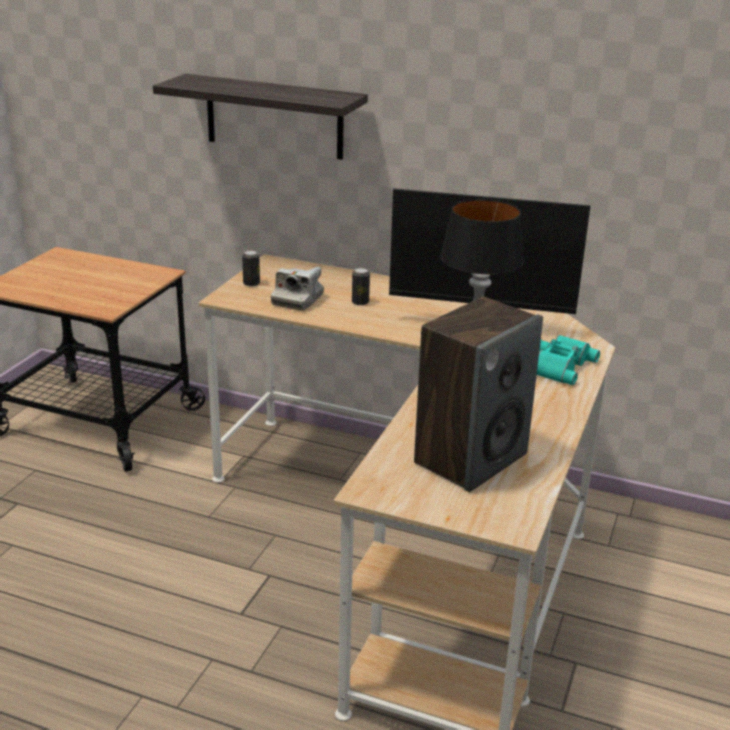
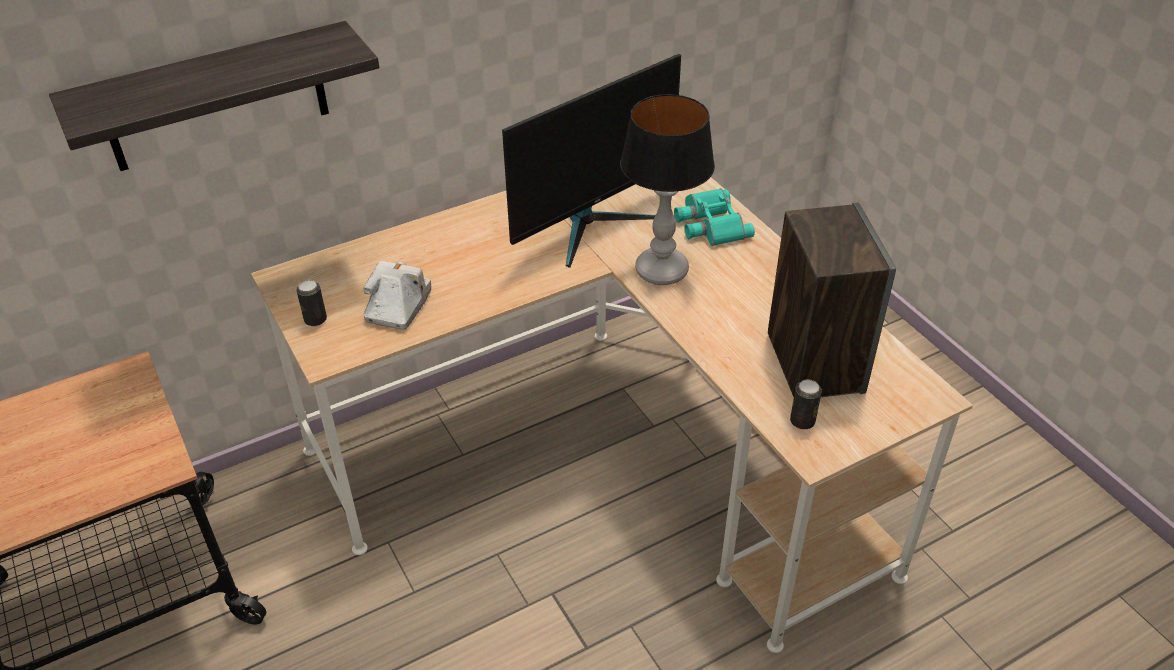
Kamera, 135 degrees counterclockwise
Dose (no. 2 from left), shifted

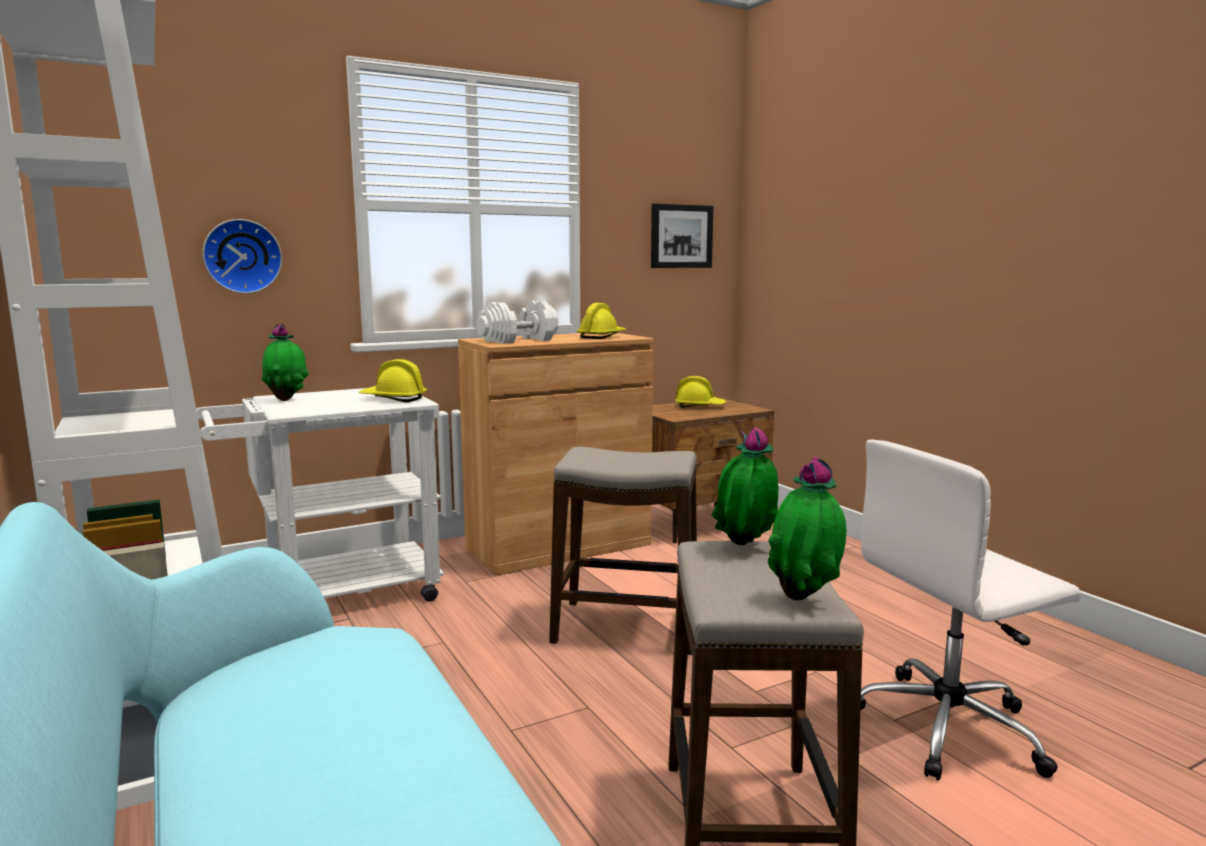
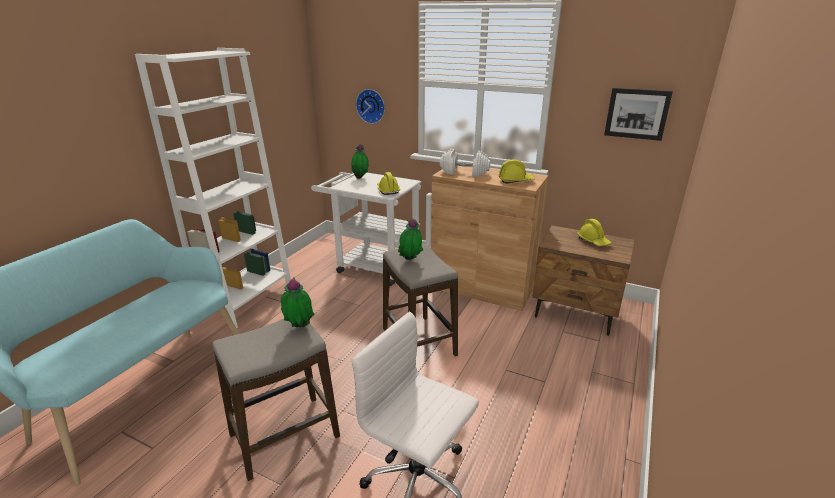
Topfpflanze (no. 3 from left), shifted

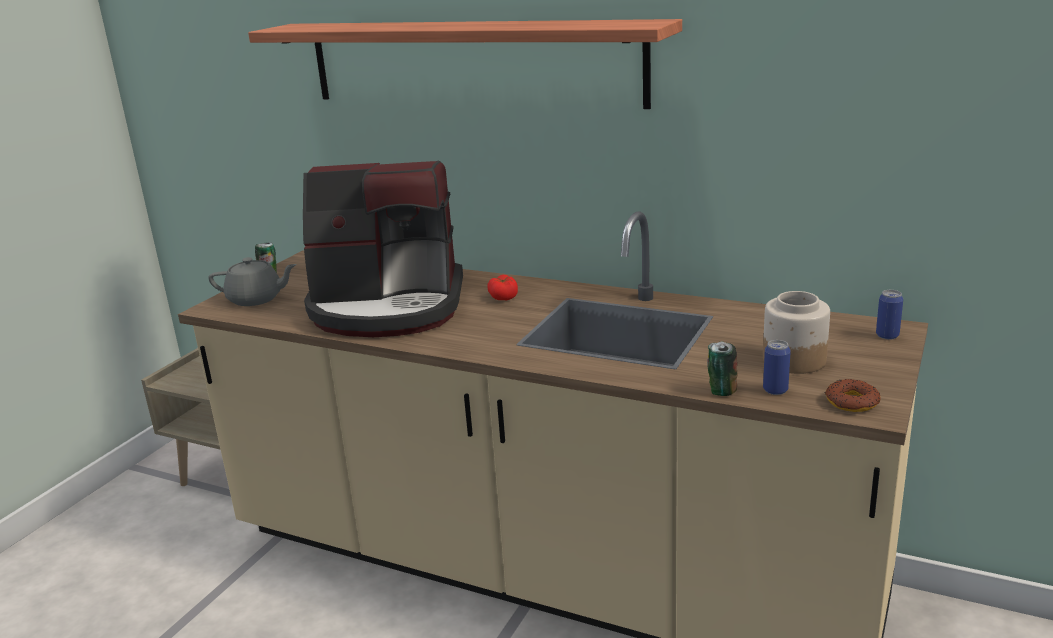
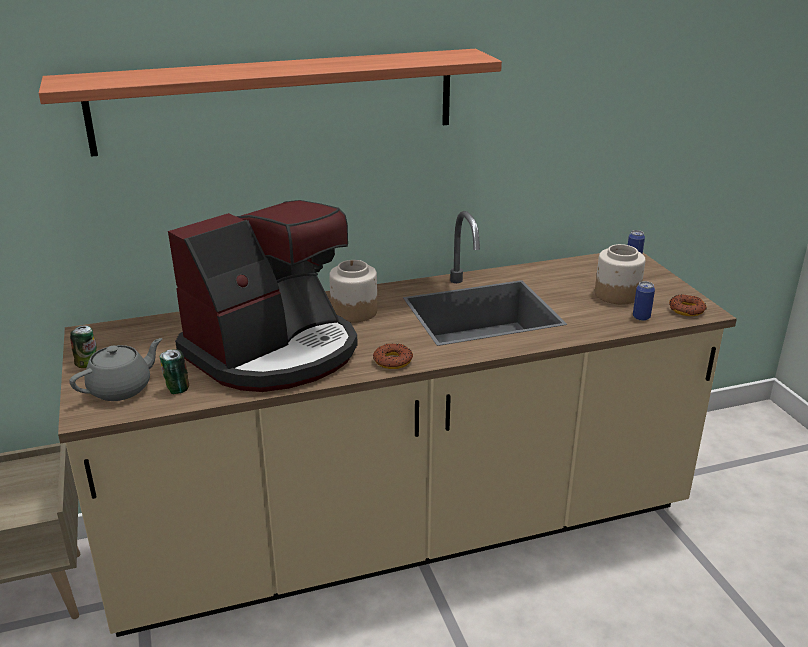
Dose (no. 2 from left), shifted
Tomate -> Vorratsglas (no. 1 from left)
none -> Donut (no. 1 from left)

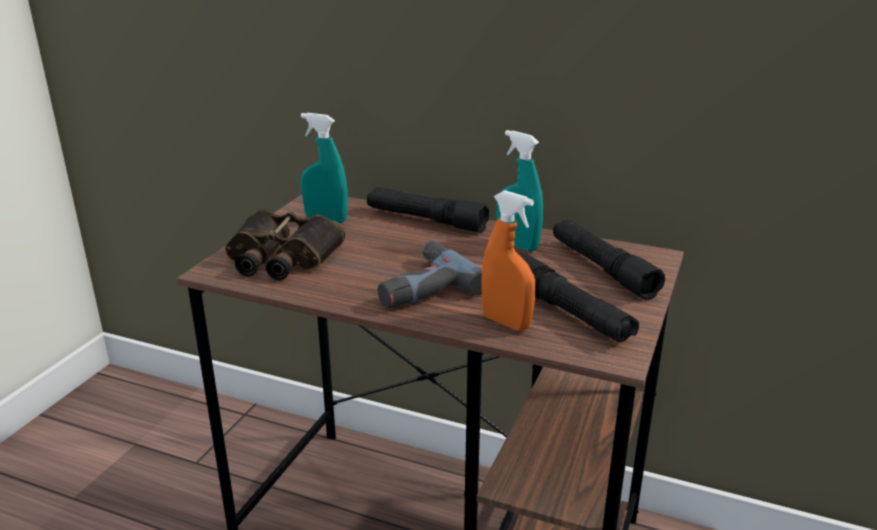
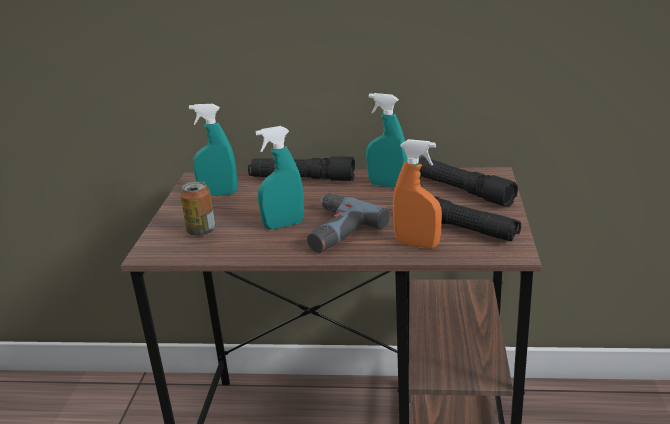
Fernglas -> Dose
none -> Sprühflasche/türkis (no. 2 from left)

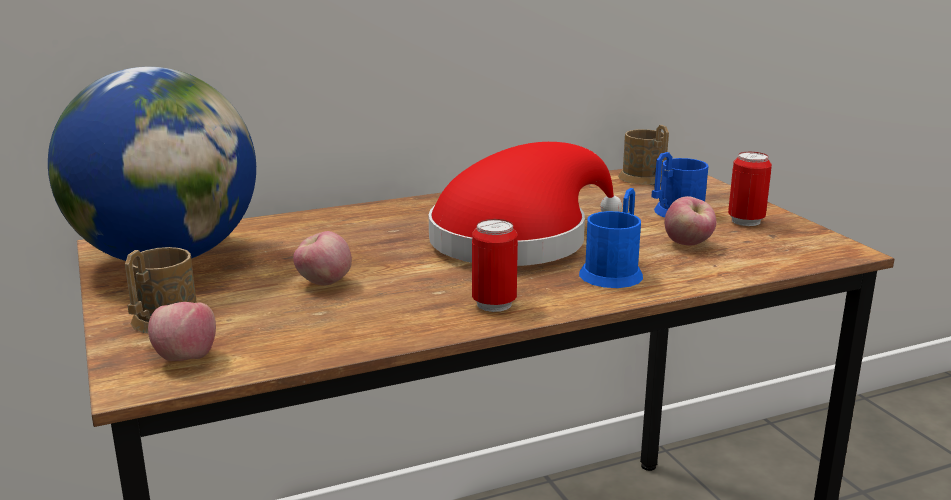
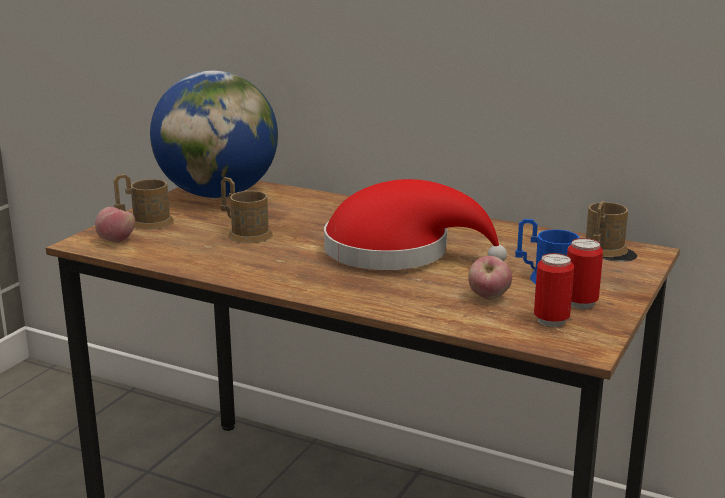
Apfel (no. 2 from left) -> Henkelbecher/braun (no. 2 from left)
Dose (no. 1 from left), shifted
Henkelbecher/blau (no. 1 from left) -> none

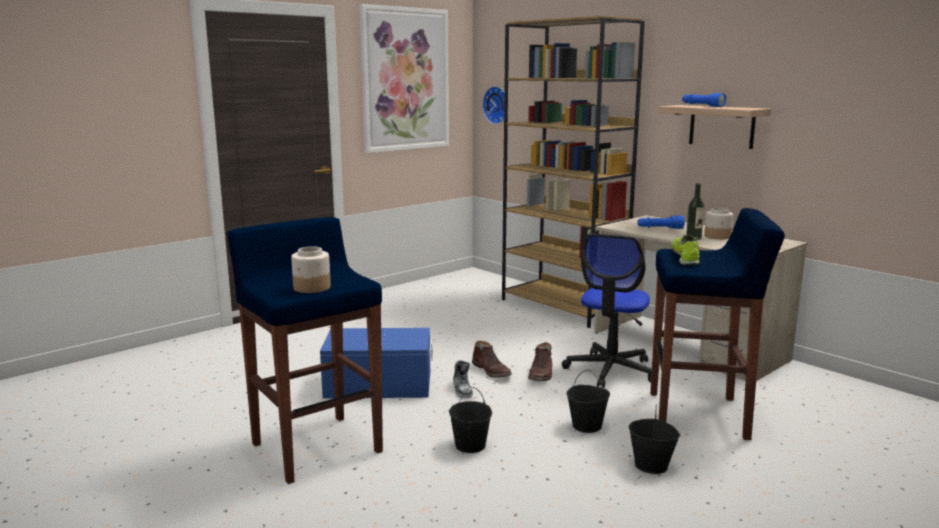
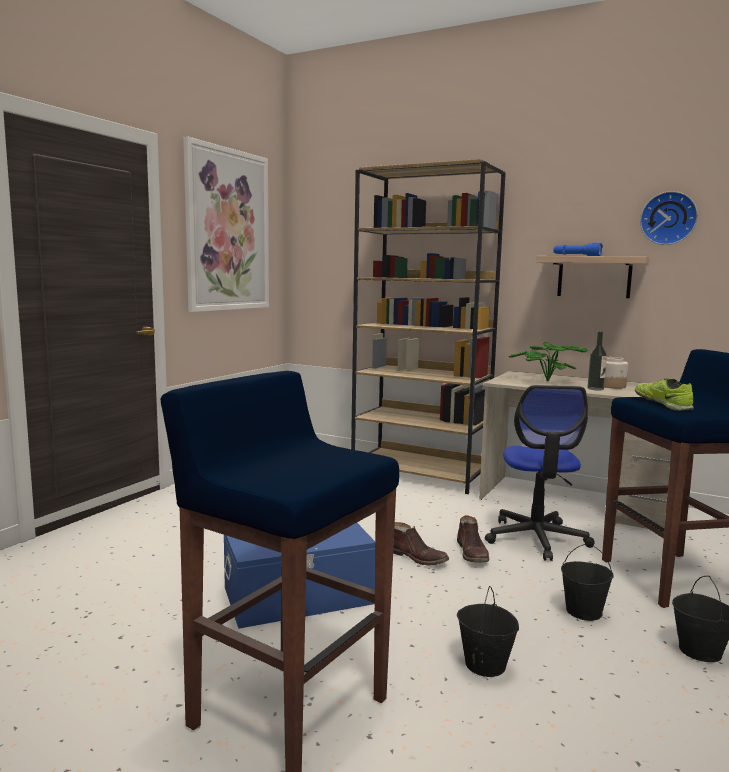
Taschenlampe/blau (no. 1 from left) -> Topfpflanze
Wanduhr, shifted
Vorratsglas (no. 1 from left) -> none
Schuh (no. 1 from left) -> none

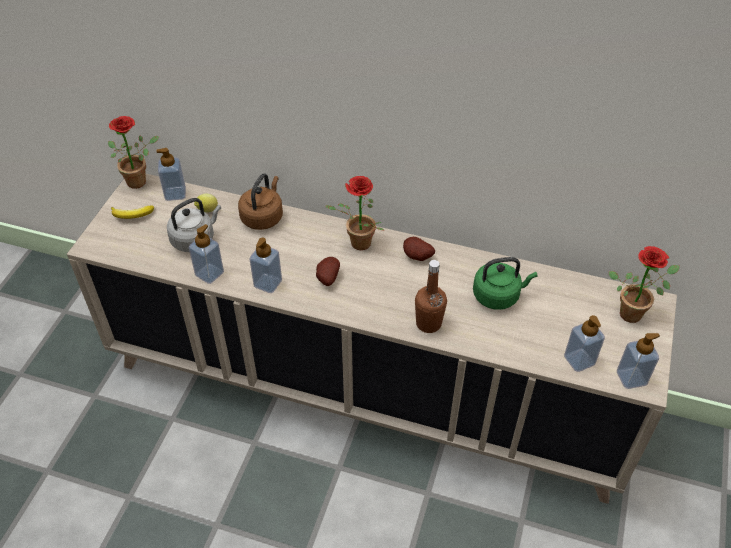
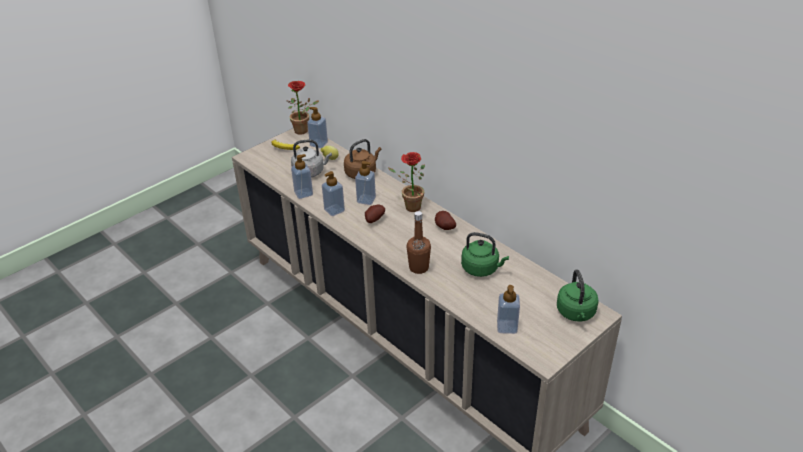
Seifenspender (no. 5 from left in the first image) -> Seifenspender (no. 4 from left), shifted
Topfpflanze (no. 3 from left) -> Wasserkessel/grün (no. 2 from left)

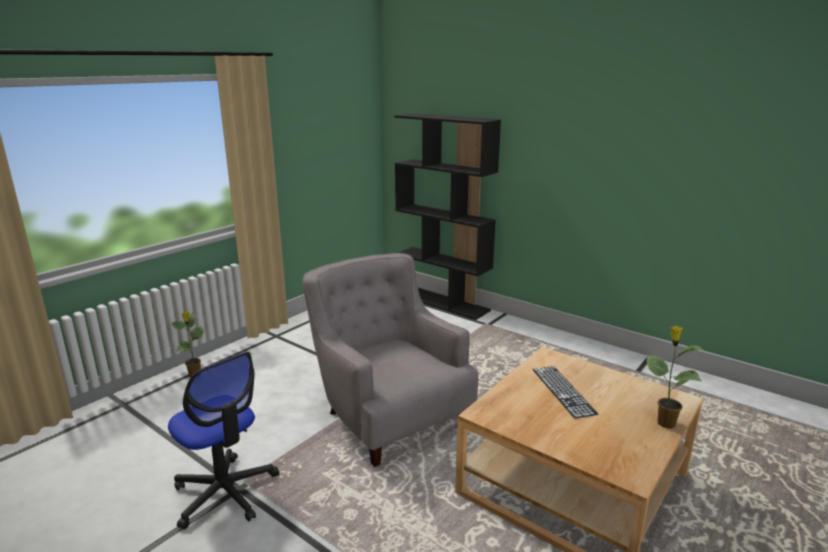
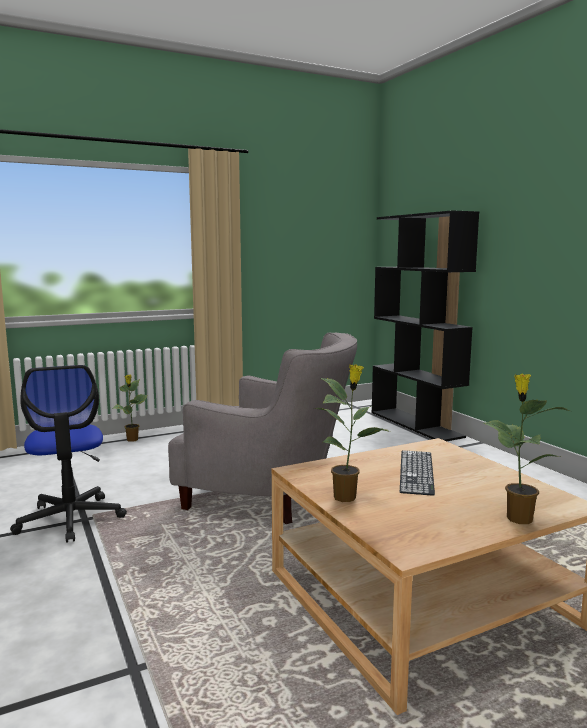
Sessel/grau, 120 degrees clockwise
none -> Topfpflanze (no. 2 from left)

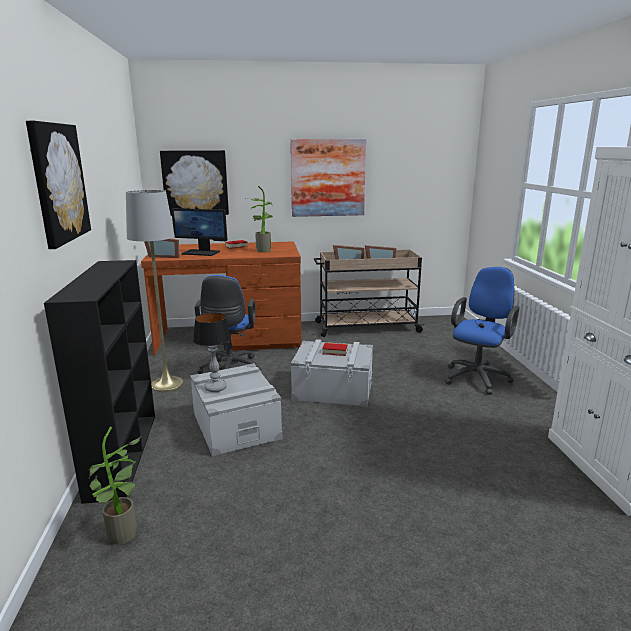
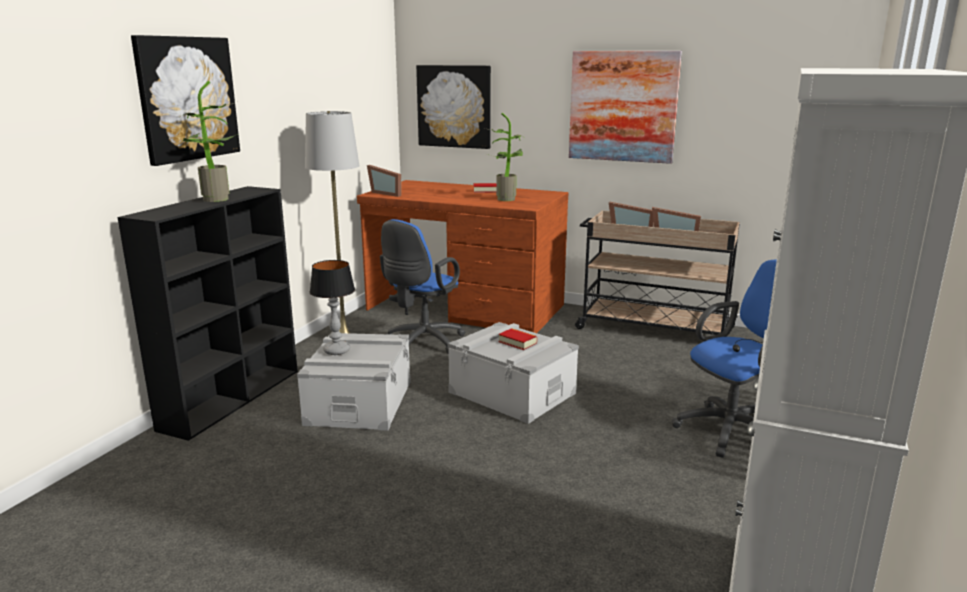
Topfpflanze (no. 1 from left), shifted
Monitor -> none

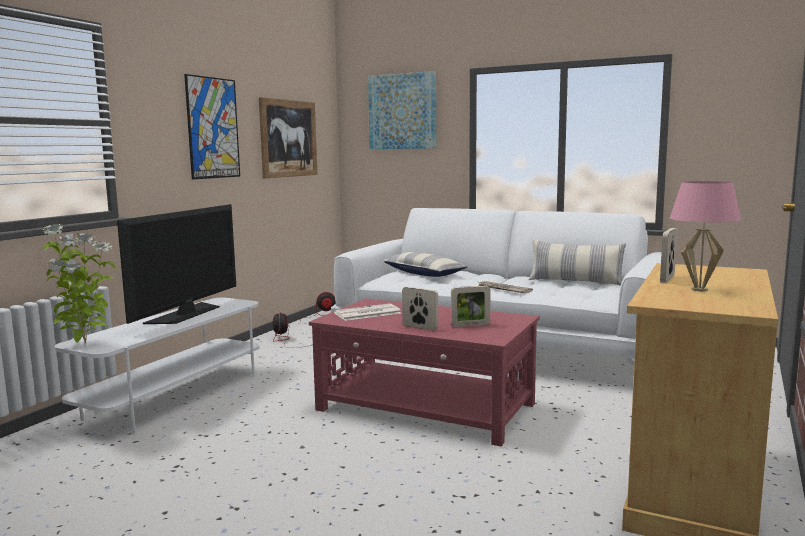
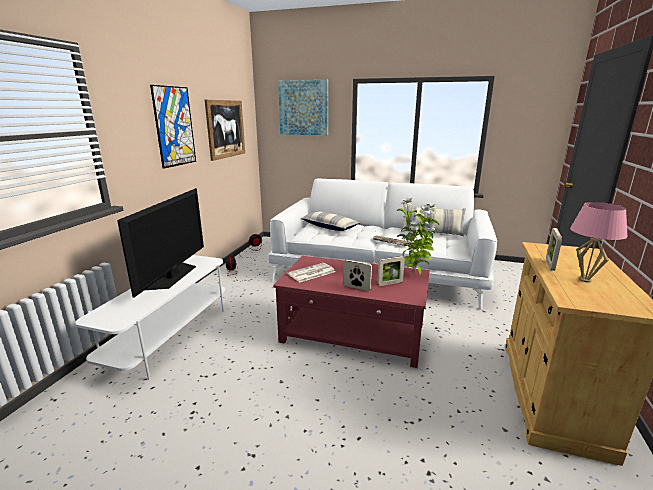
Topfpflanze, shifted

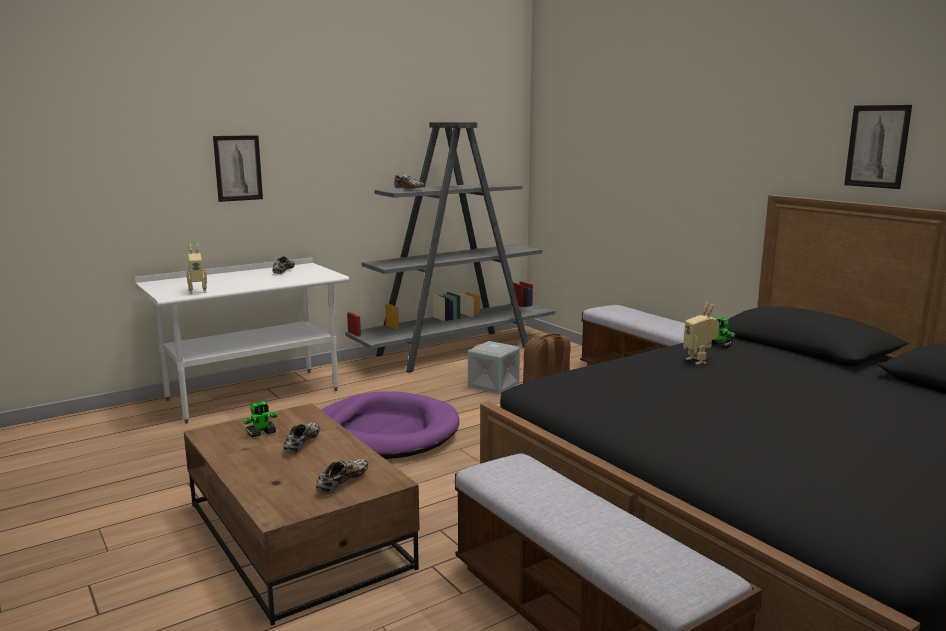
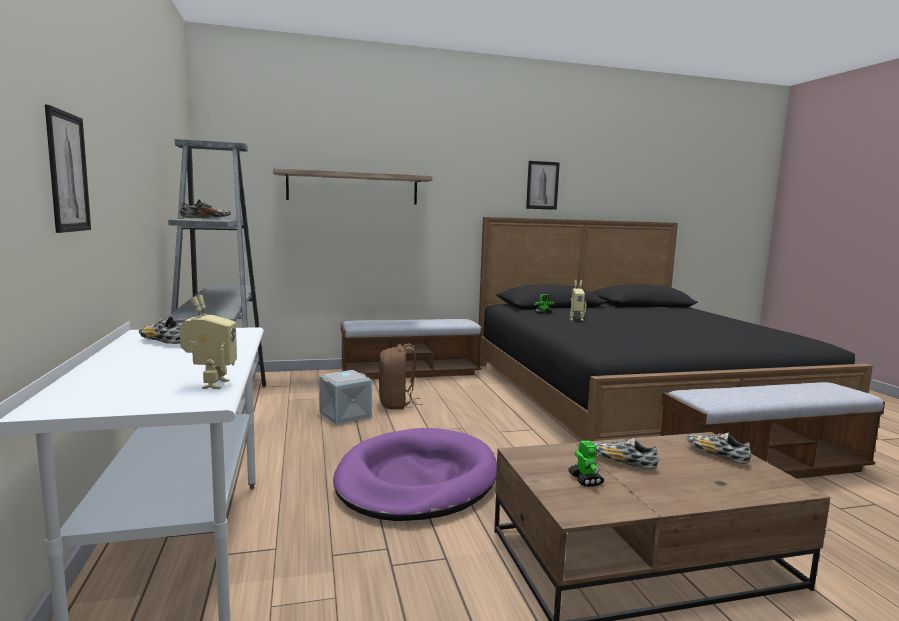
none -> Wandregal

